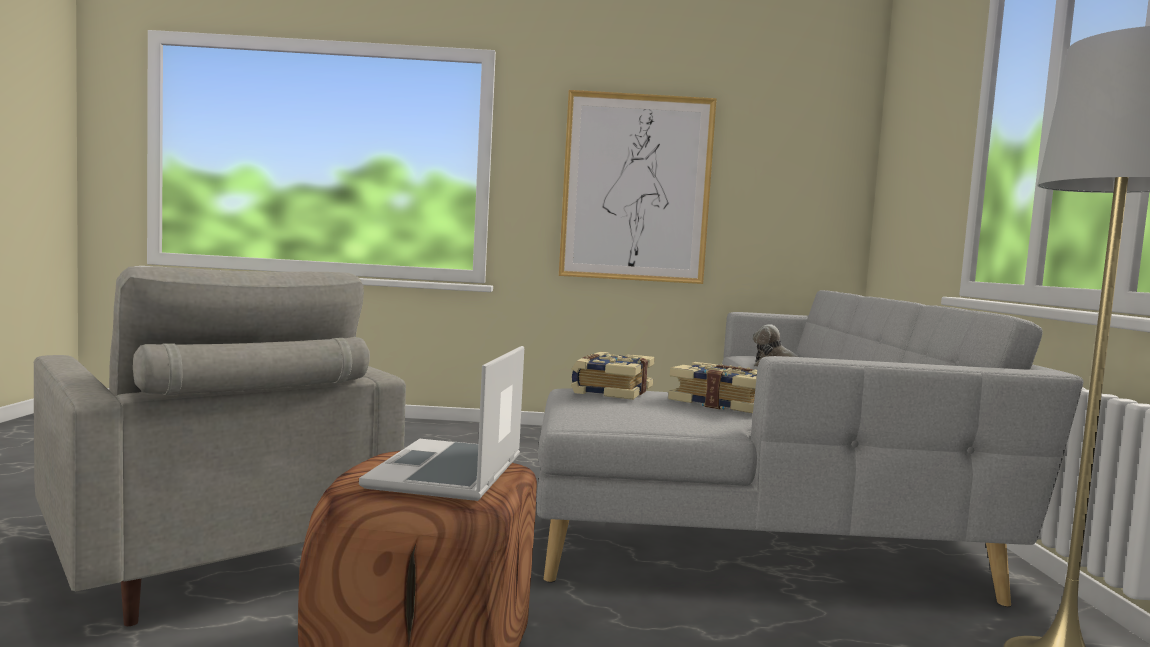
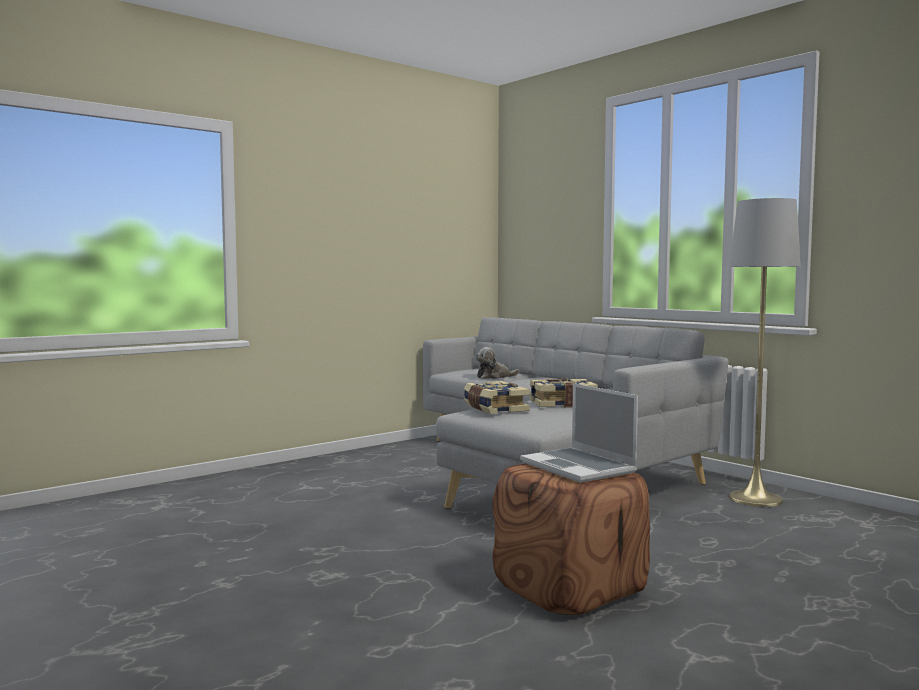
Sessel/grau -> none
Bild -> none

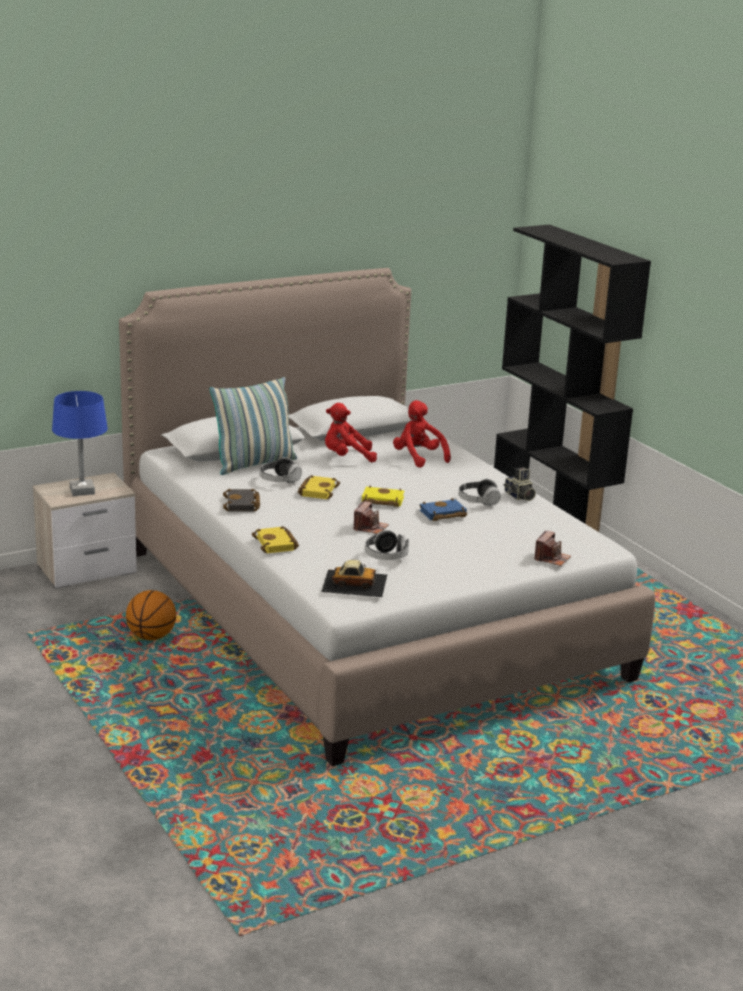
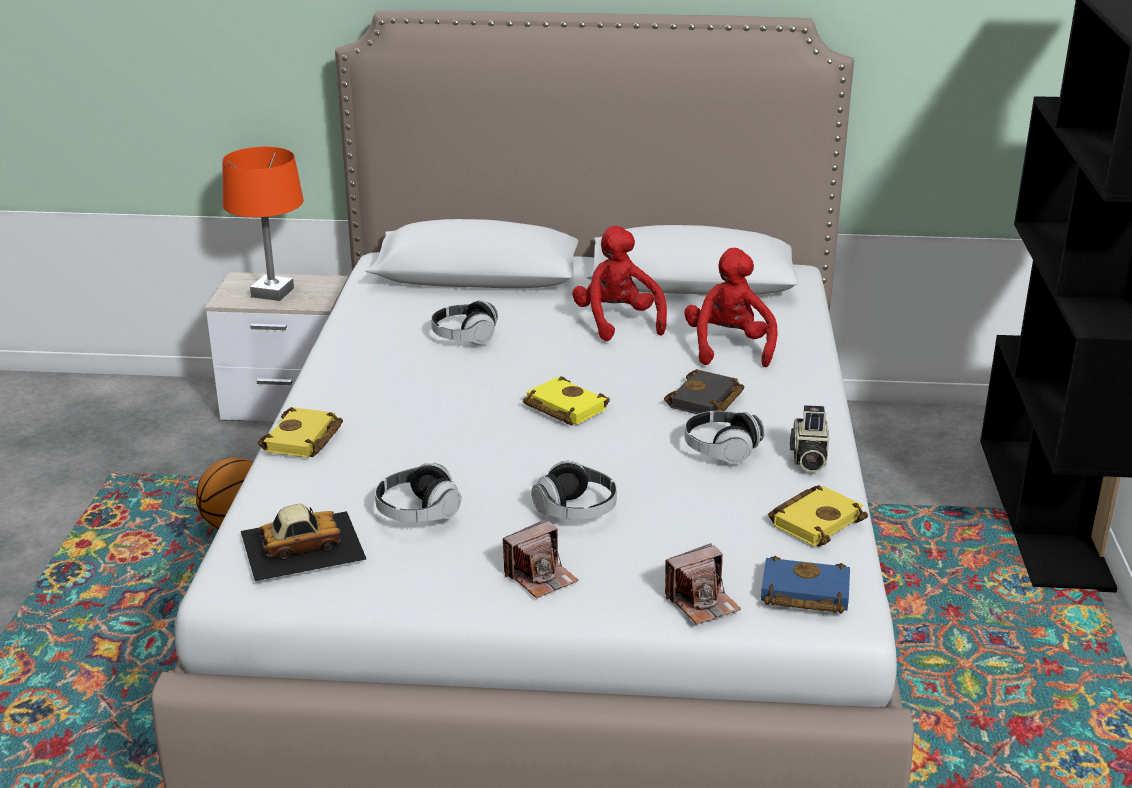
Tischlampe/blau -> Tischlampe/orange
Spielzeugauto, 60 degrees counterclockwise
Kamera (no. 1 from left), shifted
none -> Kopfhörer (no. 3 from left)
Plüschtier/rot (no. 1 from left), 45 degrees clockwise
Buch/schwarz, shifted
Buch/blau, shifted
Buch/gelb (no. 2 from left in the first image) -> Buch/gelb (no. 3 from left), shifted
Kissen -> none

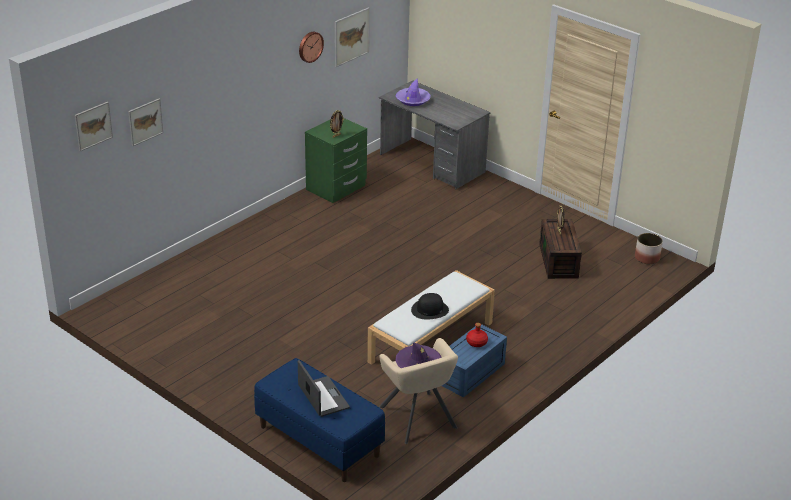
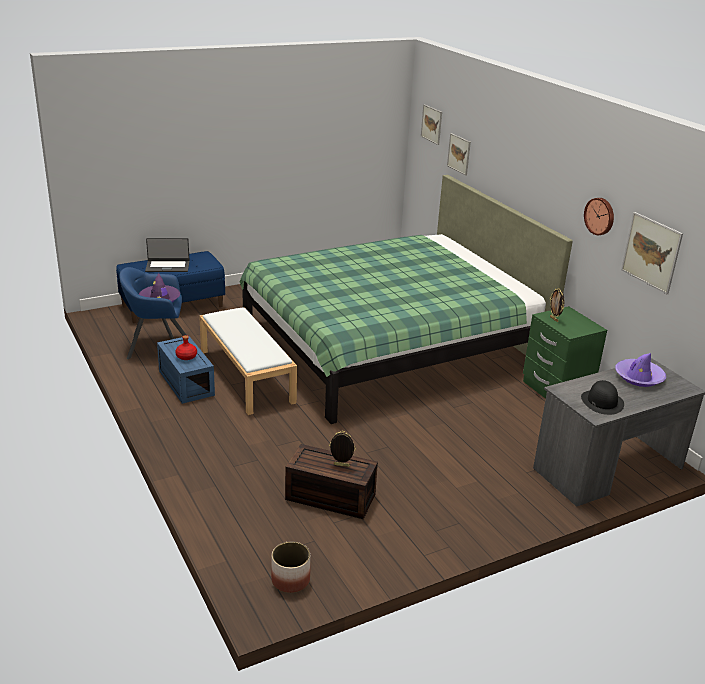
Sessel/beige -> Sessel/blau
none -> Bett/grün
Hut/schwarz, shifted

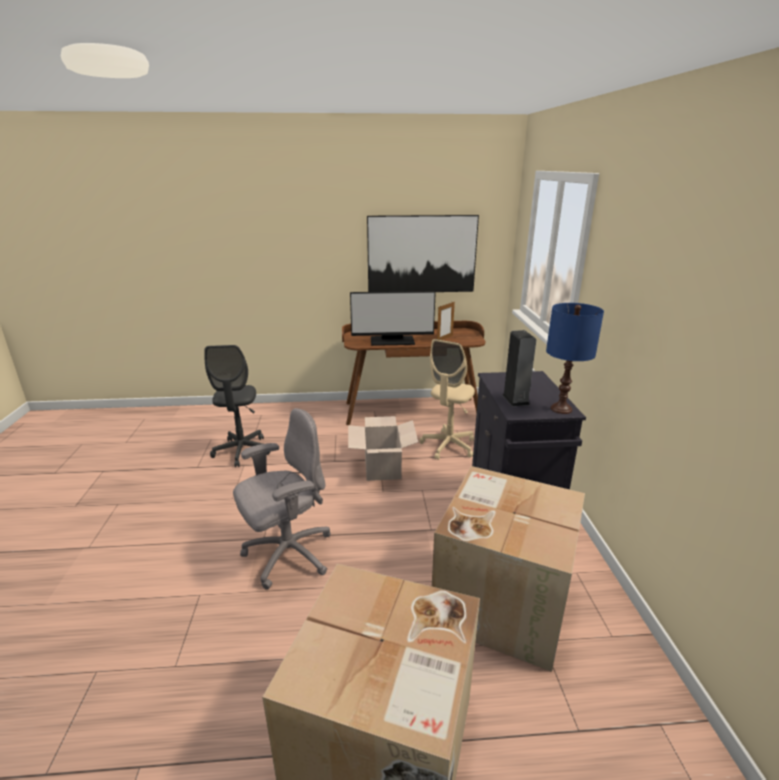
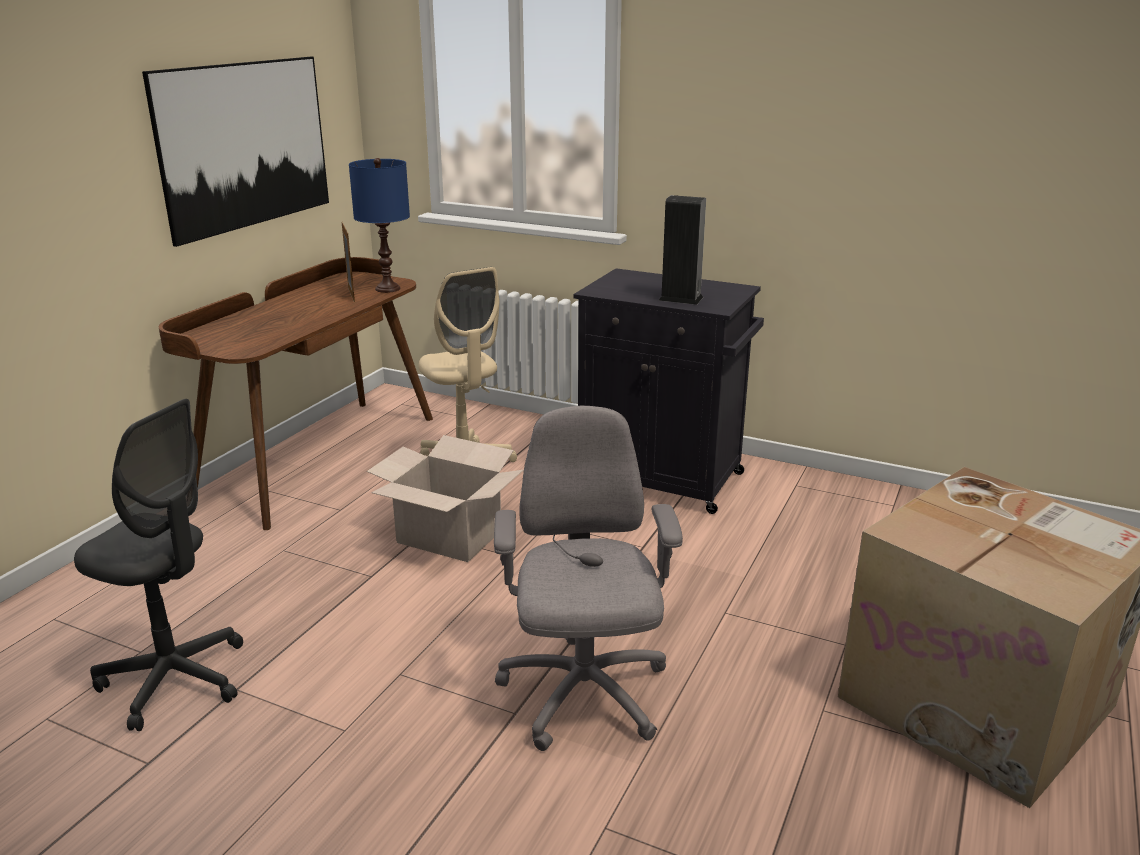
Tischlampe/blau, shifted
Monitor -> none
Karton (no. 3 from left) -> none

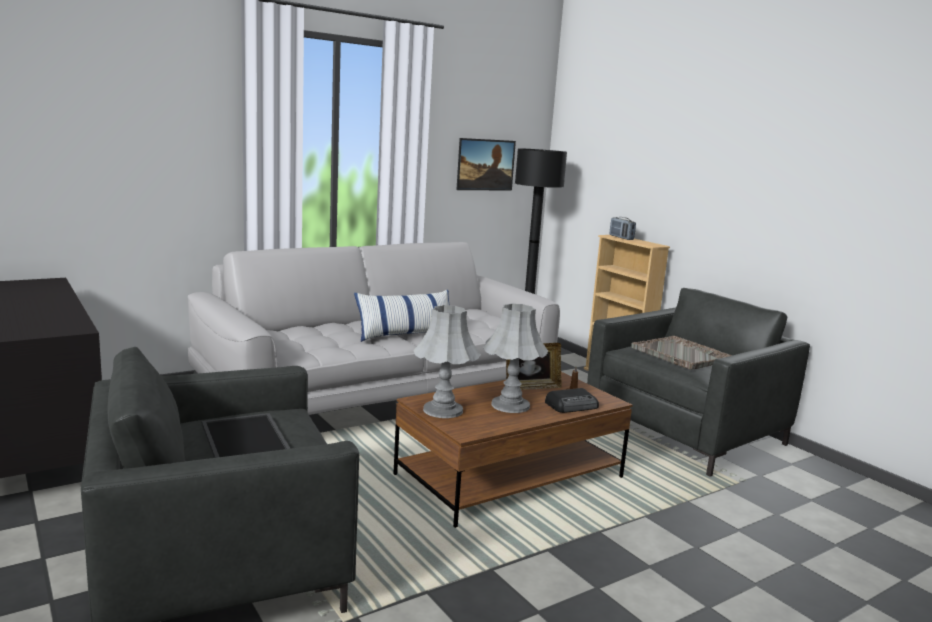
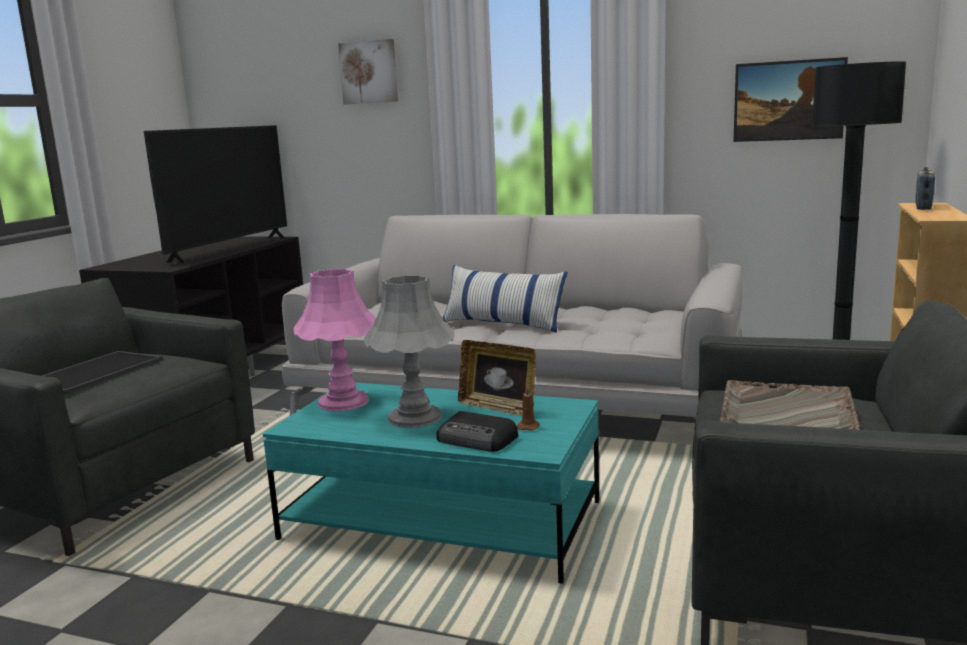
none -> Fernseher
Couchtisch/braun -> Couchtisch/türkis
Tischlampe/grau (no. 1 from left) -> Tischlampe/rosa
none -> Bild (no. 1 from left)

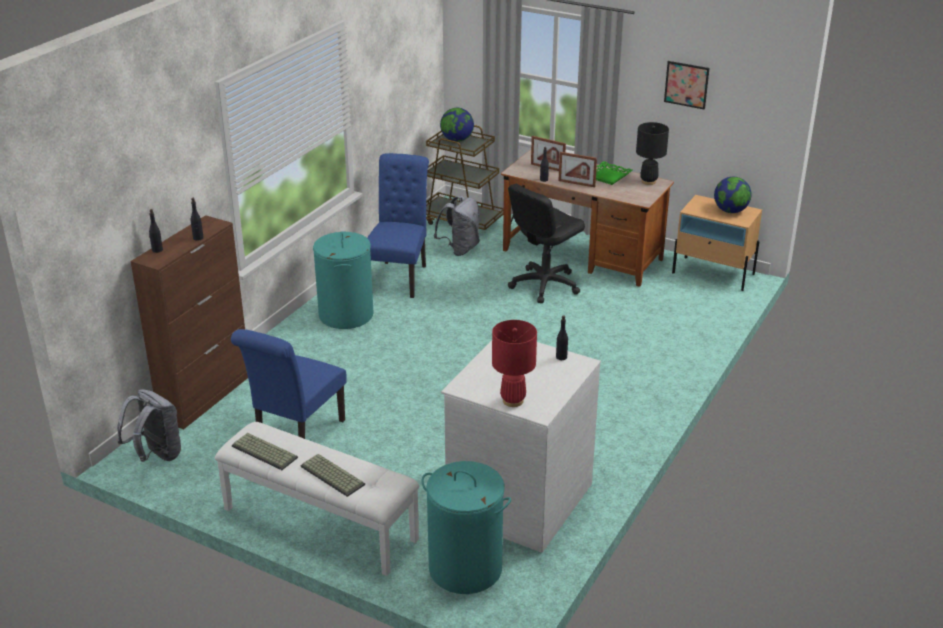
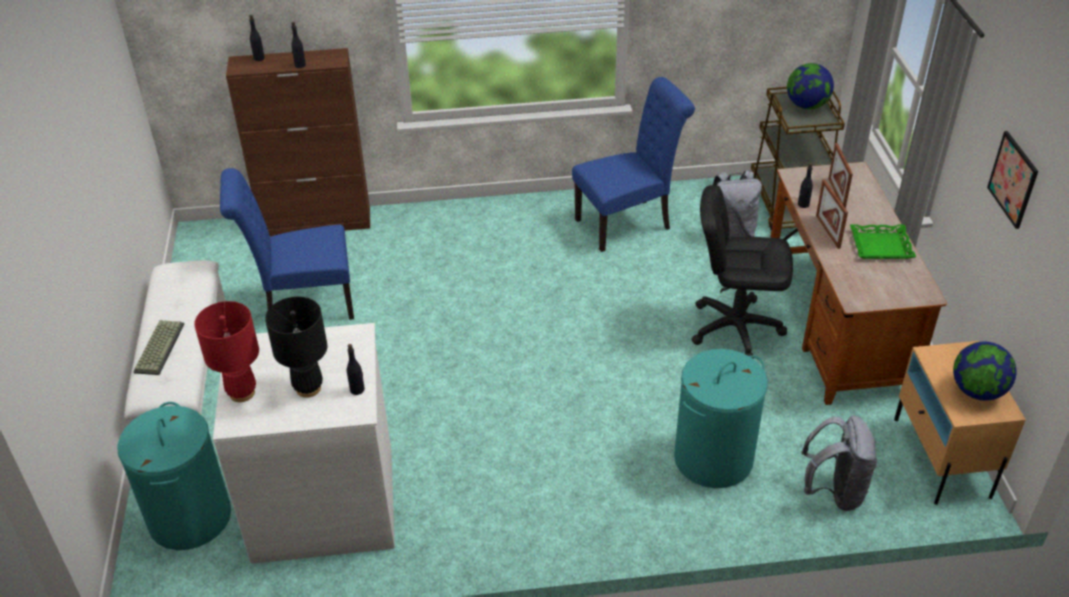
Tischlampe/schwarz, shifted
Wäschekorb/türkis (no. 1 from left in the first image) -> Wäschekorb/türkis (no. 2 from left), shifted
Rucksack/grau (no. 1 from left in the first image) -> Rucksack/grau (no. 2 from left), shifted
Tastatur (no. 1 from left) -> none

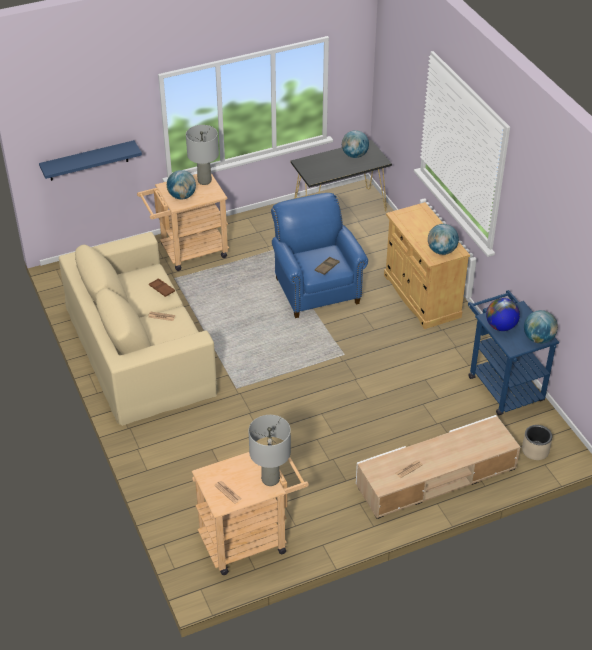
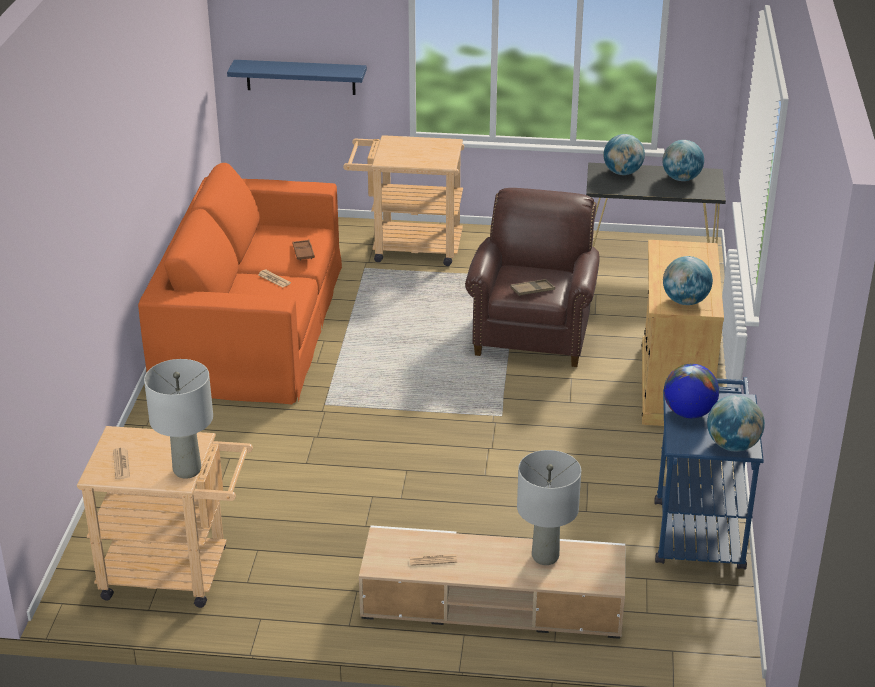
Sofa/beige -> Sofa/orange
Sessel/blau -> Sessel/braun
Tischlampe/grau (no. 1 from left in the first image) -> Tischlampe/grau (no. 2 from left), shifted
Globus (no. 1 from left), shifted
Pflanzkübel/beige -> none

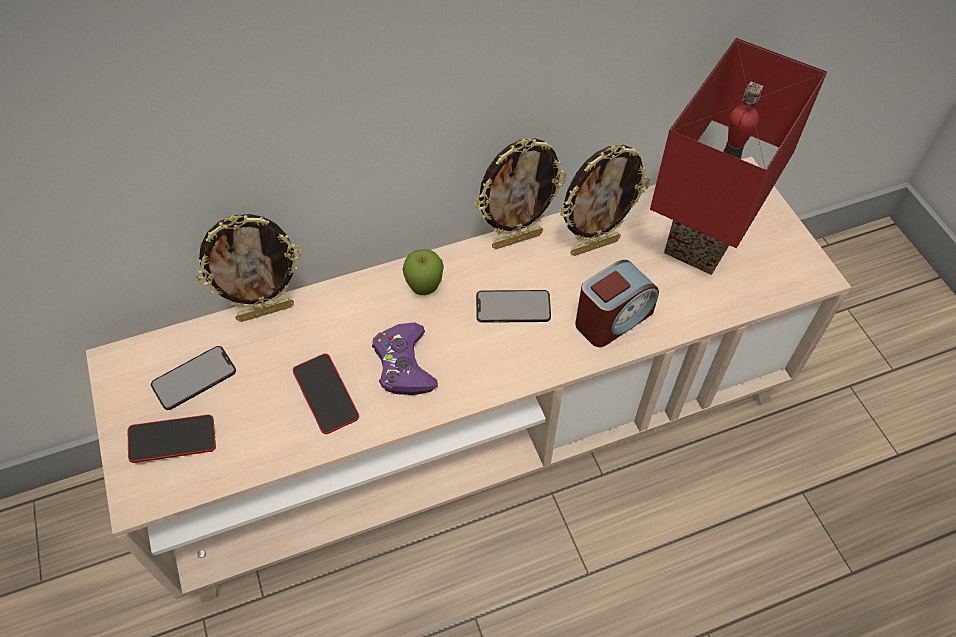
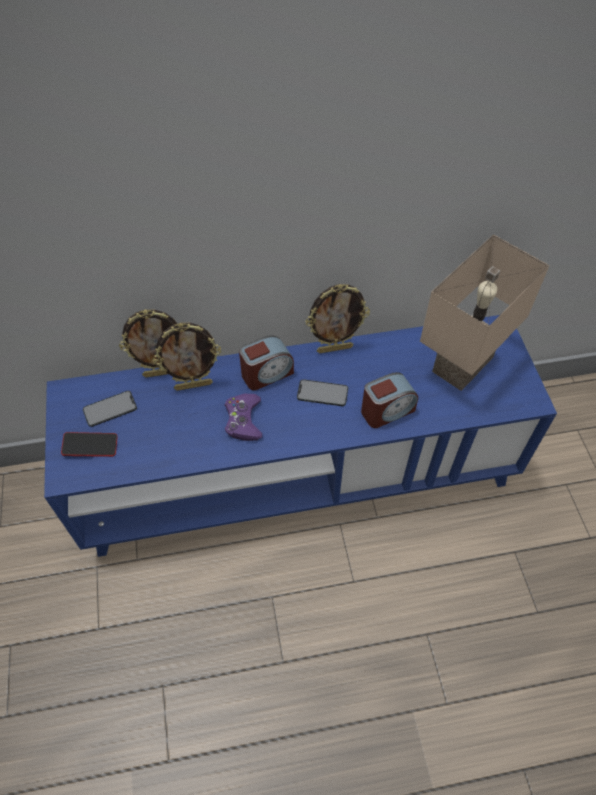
Fernsehschrank/beige -> Fernsehschrank/blau
Bilderrahmen (no. 3 from left in the first image) -> Bilderrahmen (no. 2 from left), shifted
Apfel -> Wecker (no. 1 from left)
Tischlampe/rot -> Tischlampe/beige
Handy (no. 3 from left) -> none

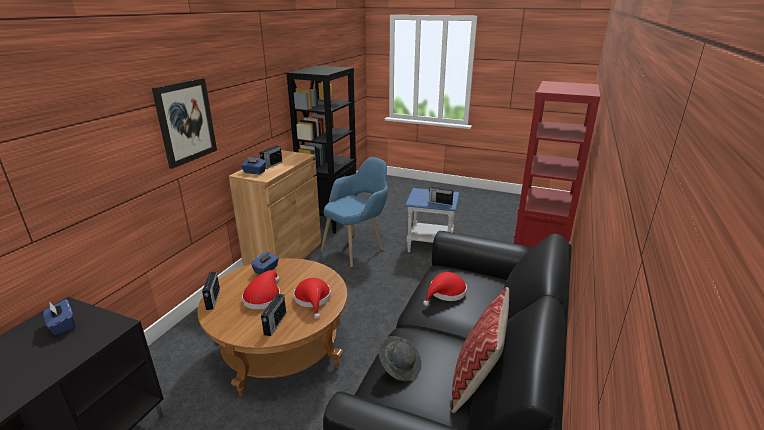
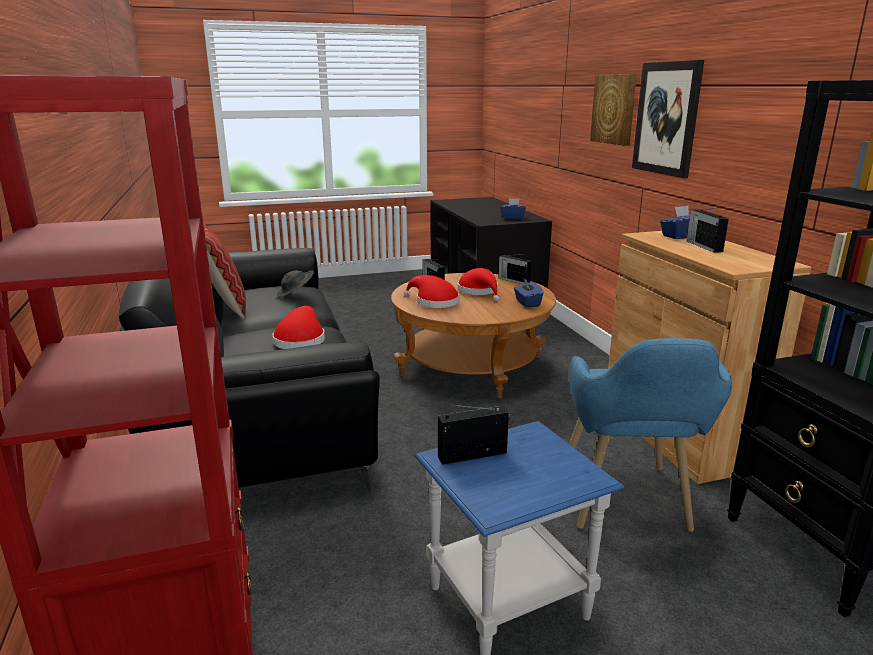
none -> Bild (no. 1 from left)

